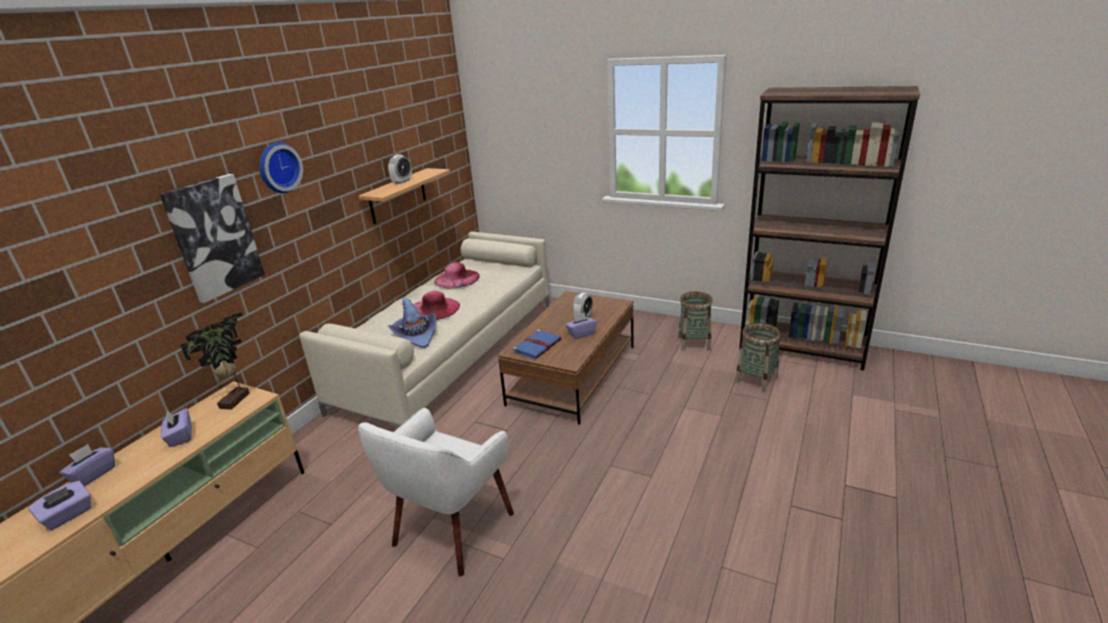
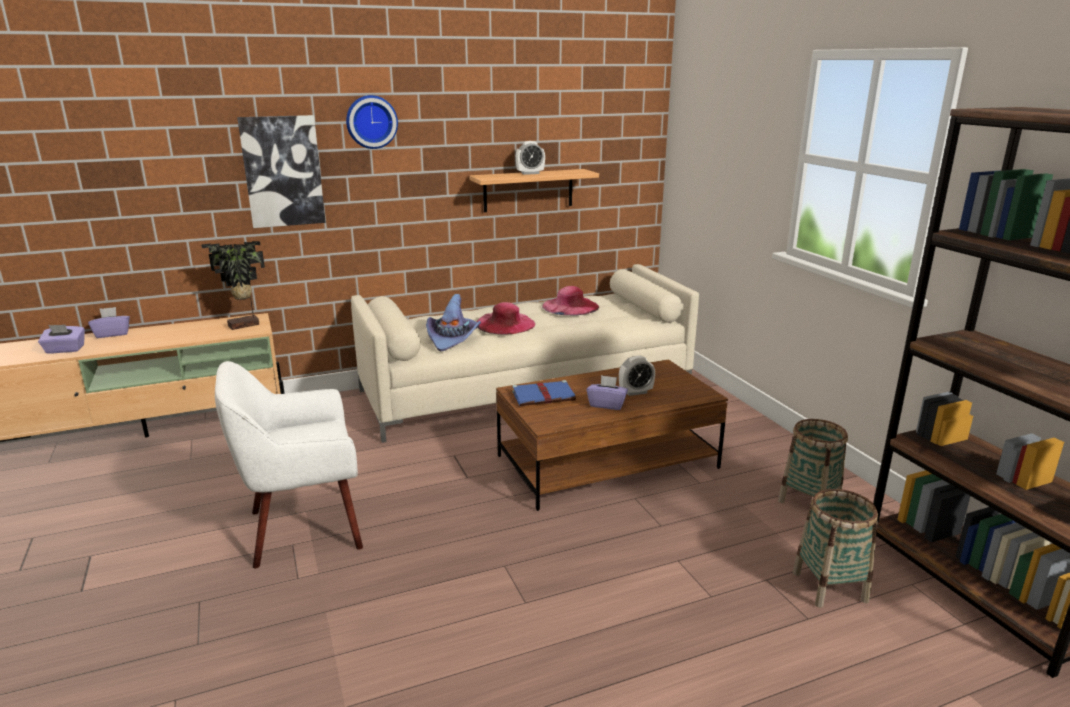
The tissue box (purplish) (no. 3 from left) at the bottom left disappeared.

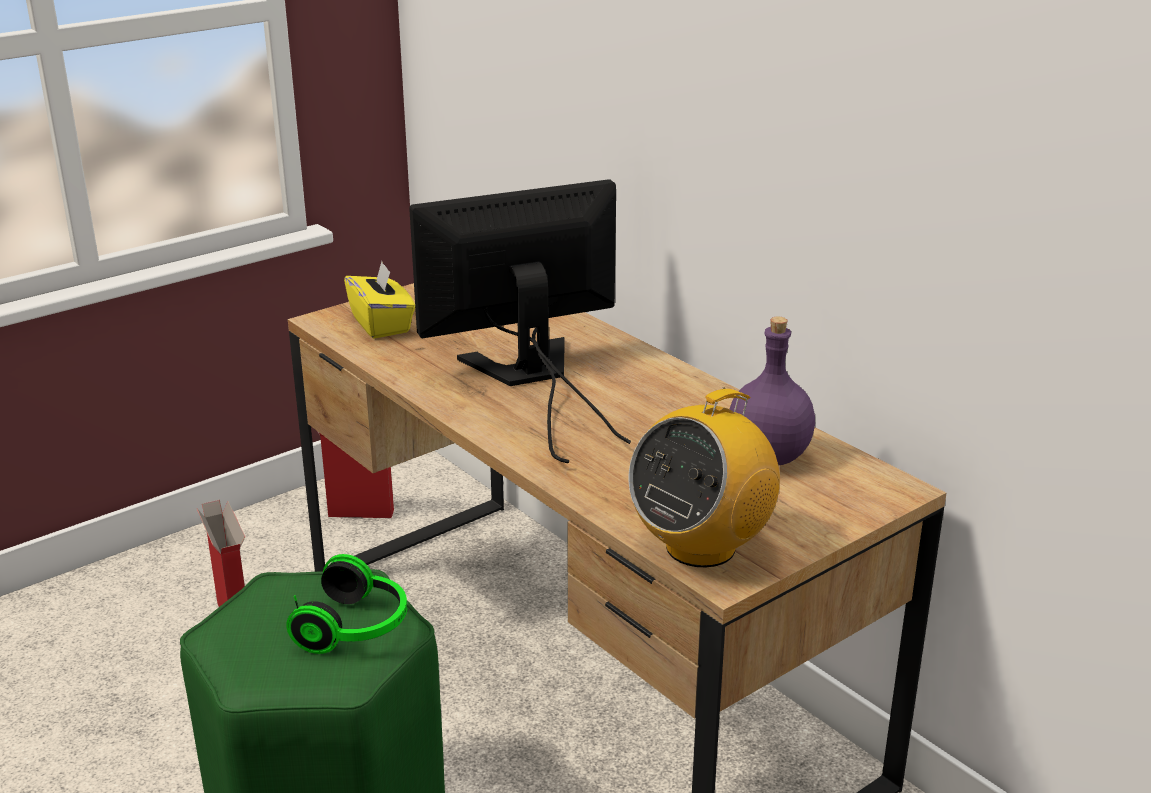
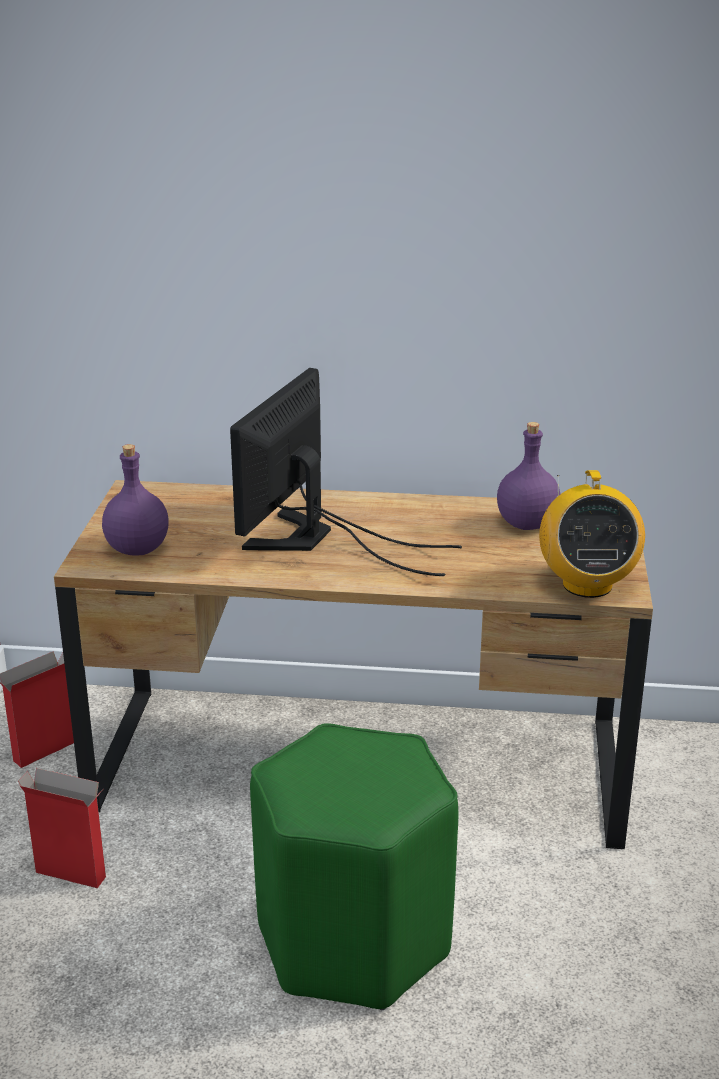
The headset at the bottom left disappeared. The tissue box (yellow-coloured) at the middle left was replaced by the bottle (purplish) (no. 1 from left) at the middle left.

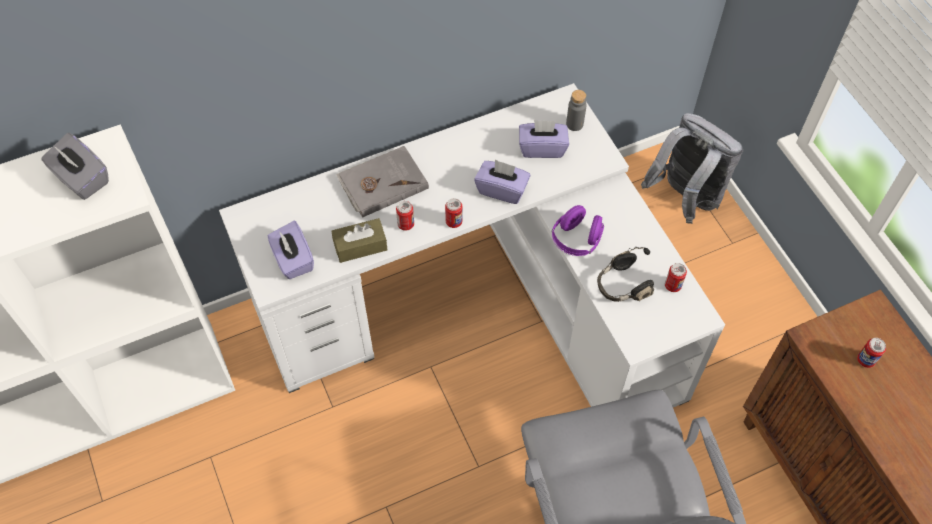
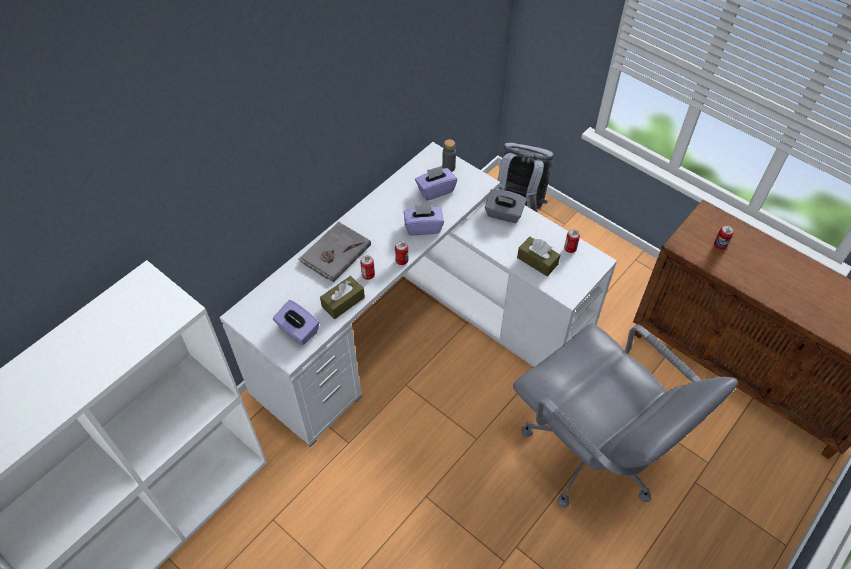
The tissue box (greyish) moved from the top left to the centre. The headset (purplish) at the centre disappeared. The headset (blackish) at the middle right was replaced by the tissue box (brownish) (no. 2 from left) at the centre.

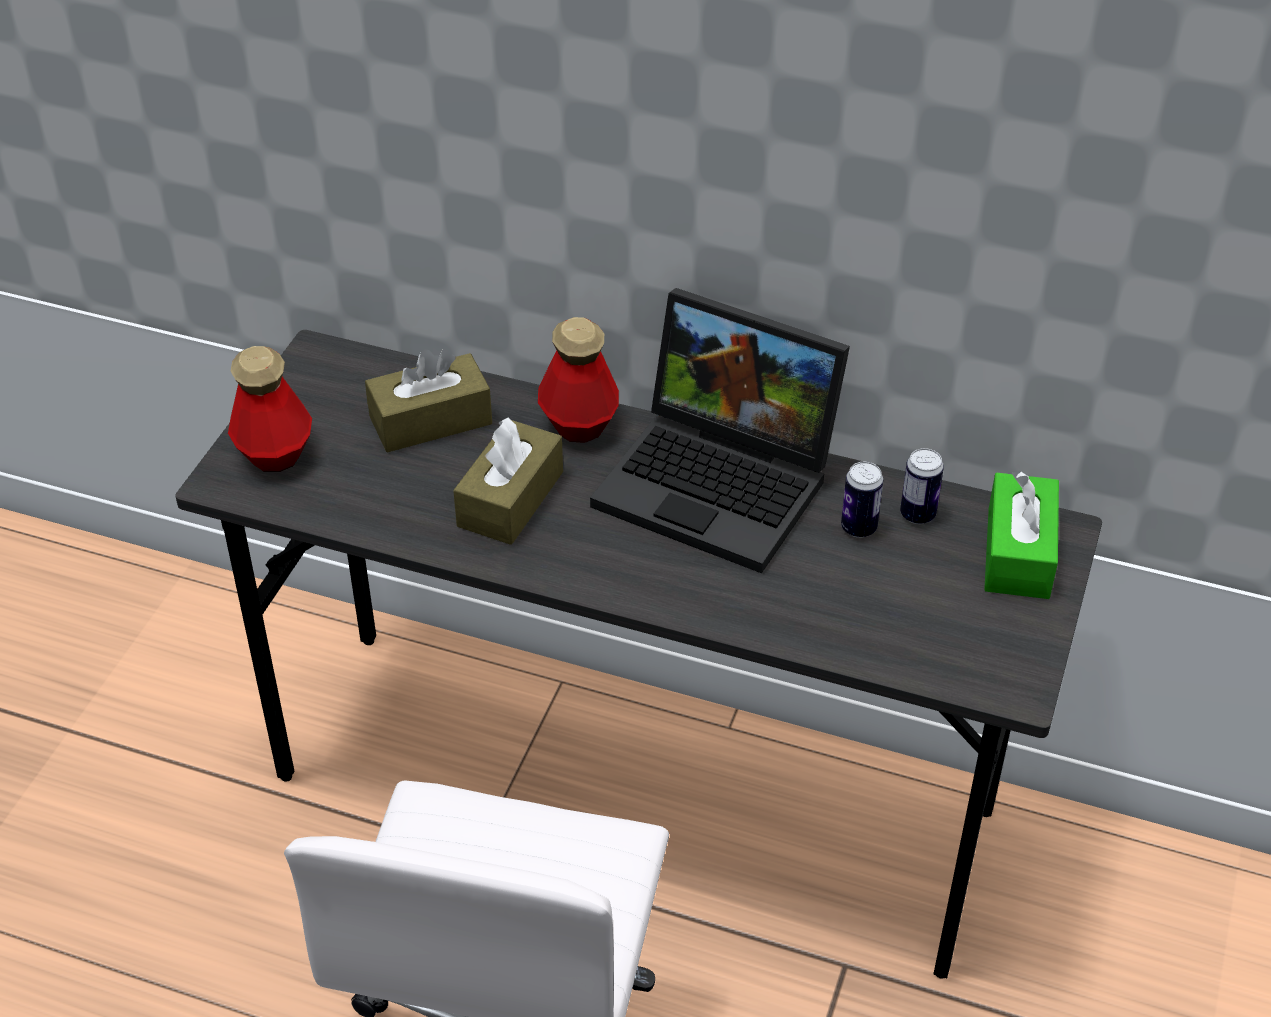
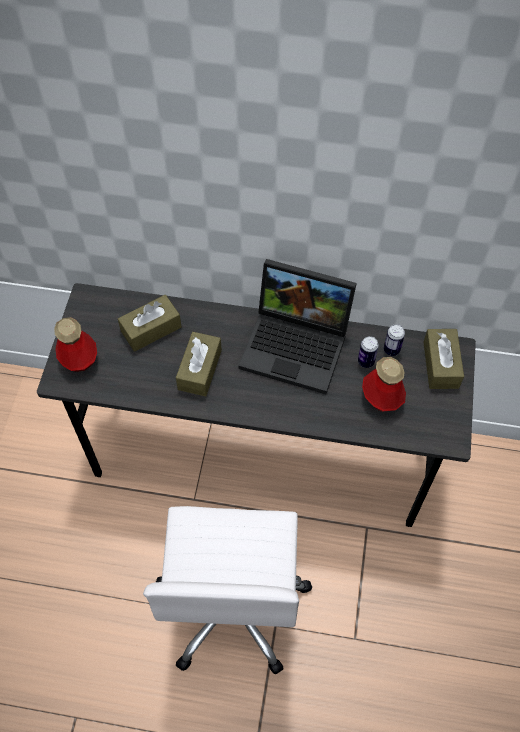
The bottle (no. 2 from left) moved from the centre to the middle right. The tissue box (green-coloured) at the middle right became the tissue box (brownish) (no. 3 from left) at the middle right.

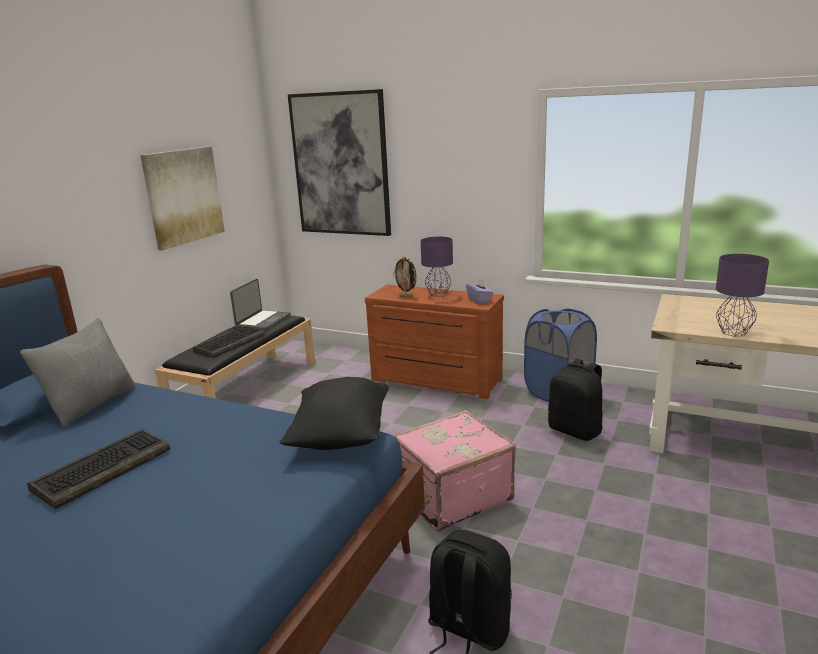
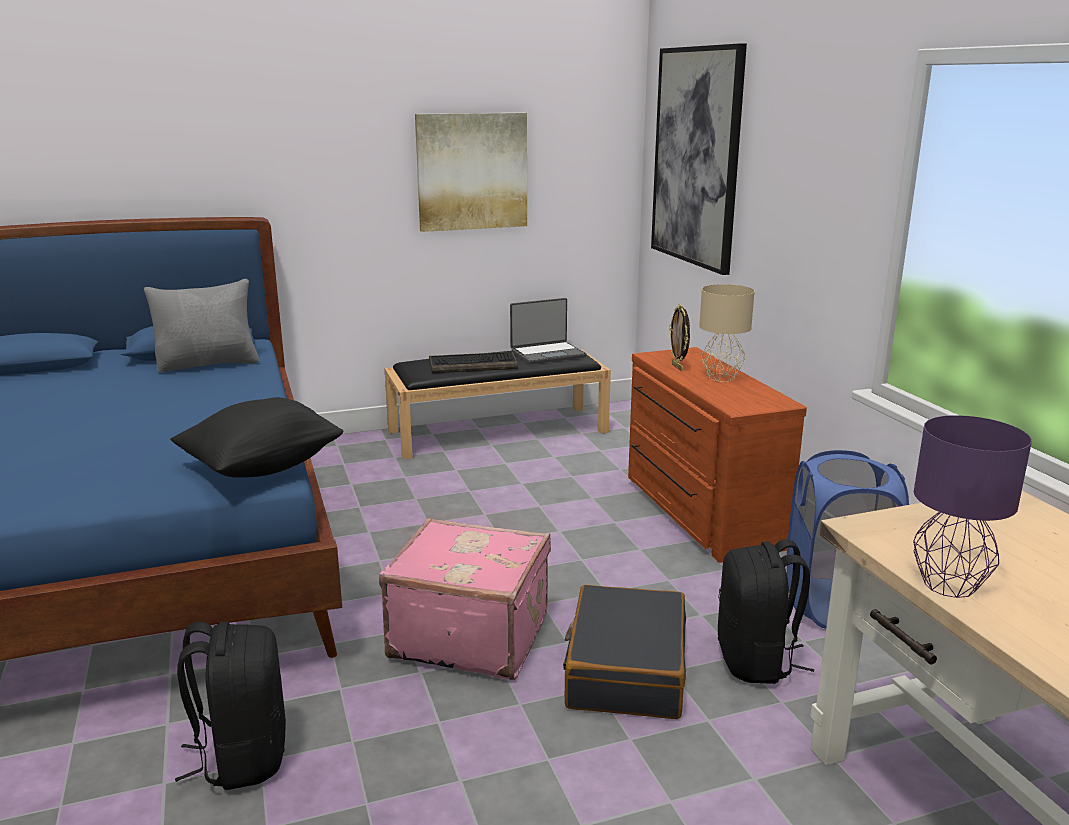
The PC keyboard (no. 1 from left) at the bottom left disappeared. The table lamp (purplish) (no. 1 from left) at the centre became the table lamp (beige-coloured) at the middle right. The tissue box (purplish) at the centre disappeared. The suitcase (blackish) at the bottom centre appeared.

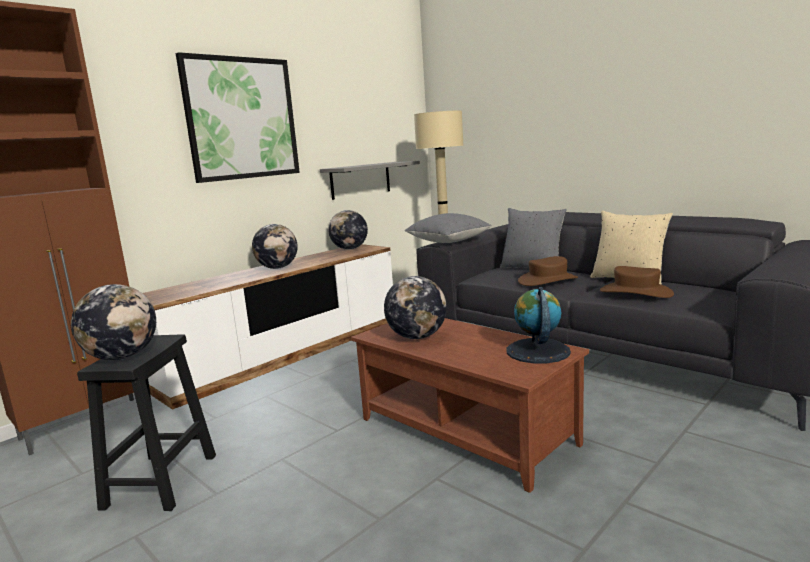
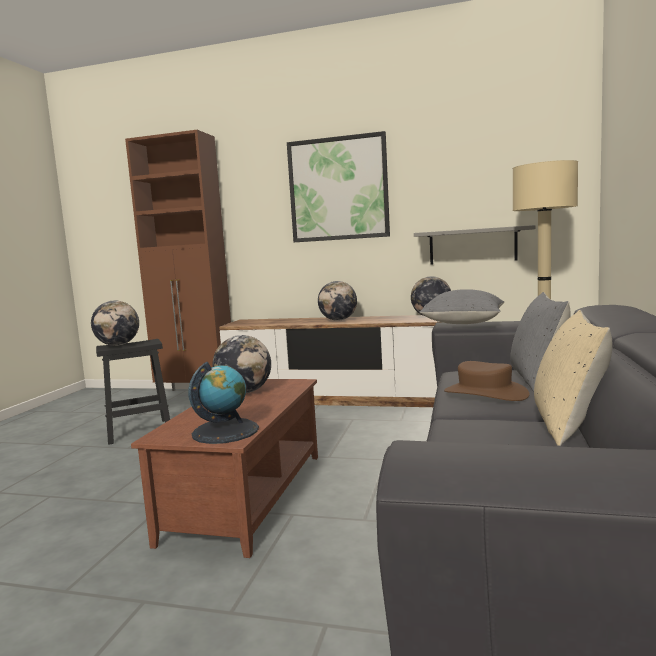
The clothing hat (brownish) (no. 2 from left) at the middle right disappeared.

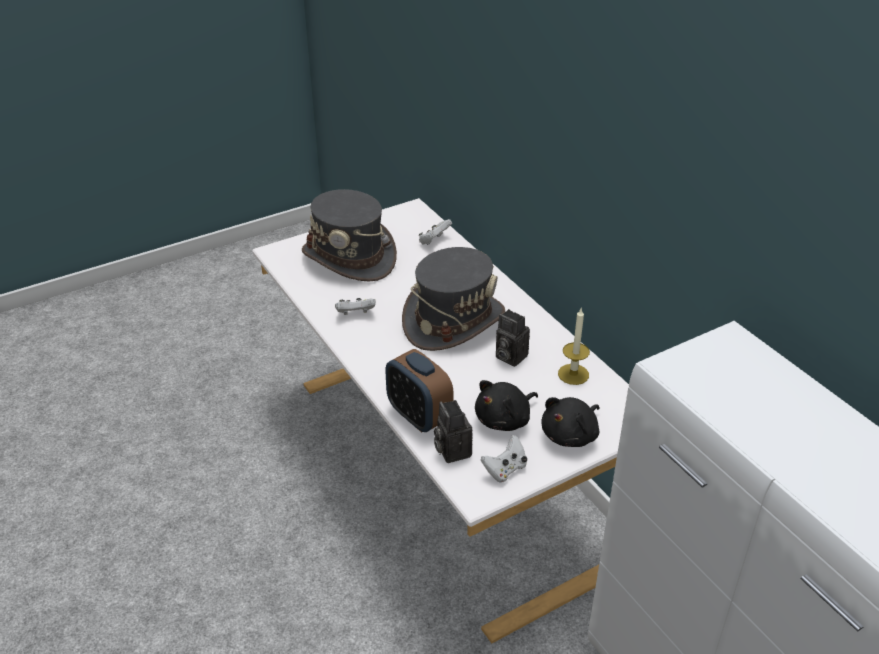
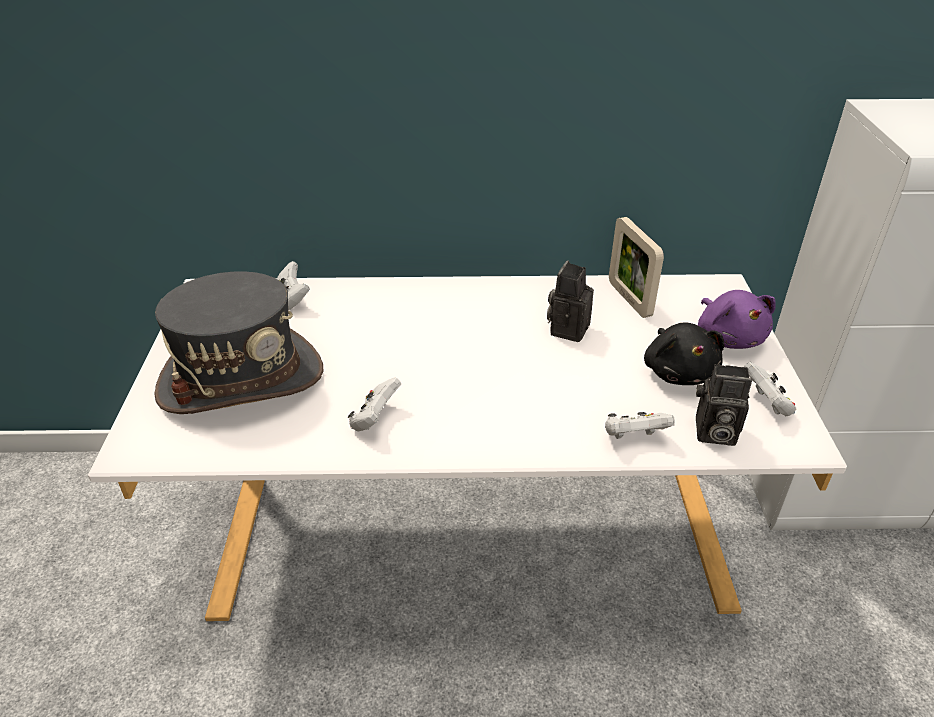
The bedside clock at the centre was replaced by the game controller (white-coloured) (no. 3 from left) at the middle right. The clothing hat (greyish) (no. 2 from left) at the centre disappeared. The photo camera (no. 2 from left in the first image) at the centre turned 135 degrees clockwise. The cuddly toy (blackish) (no. 2 from left) at the centre became the cuddly toy (purplish) at the middle right. The wax light at the centre was replaced by the standing frame at the middle right.

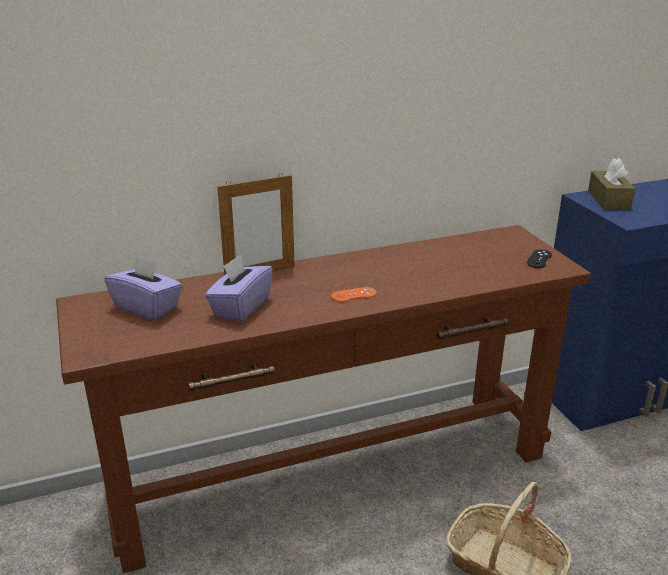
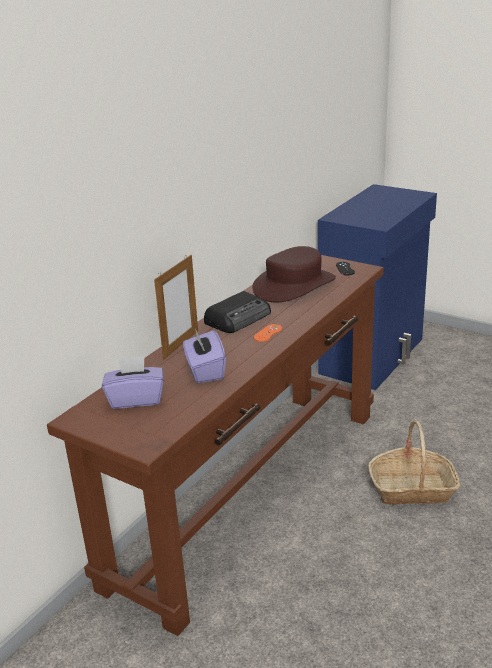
The tissue box (brownish) at the top right disappeared. The radio at the centre appeared. The clothing hat (brownish) at the centre appeared.

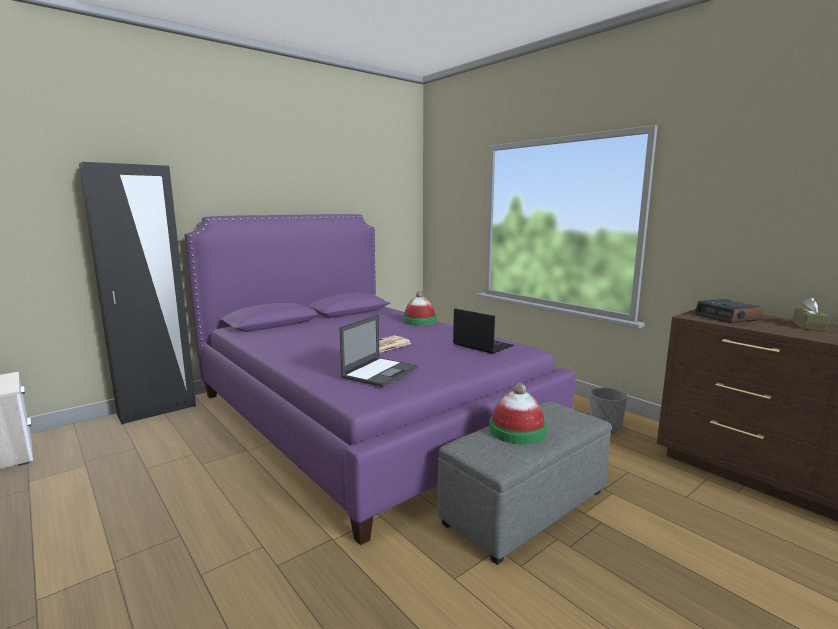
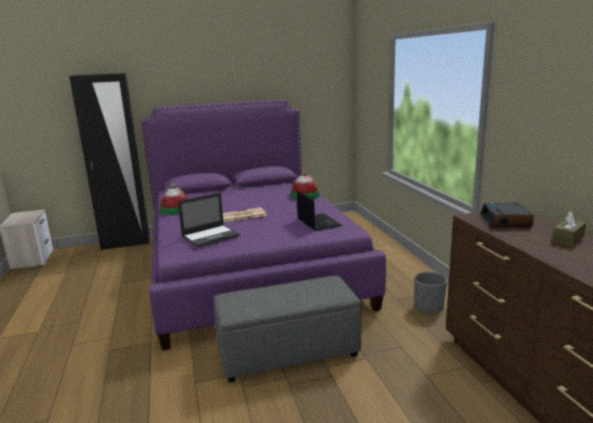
The clothing hat (no. 2 from left in the first image) moved from the centre to the middle left.

